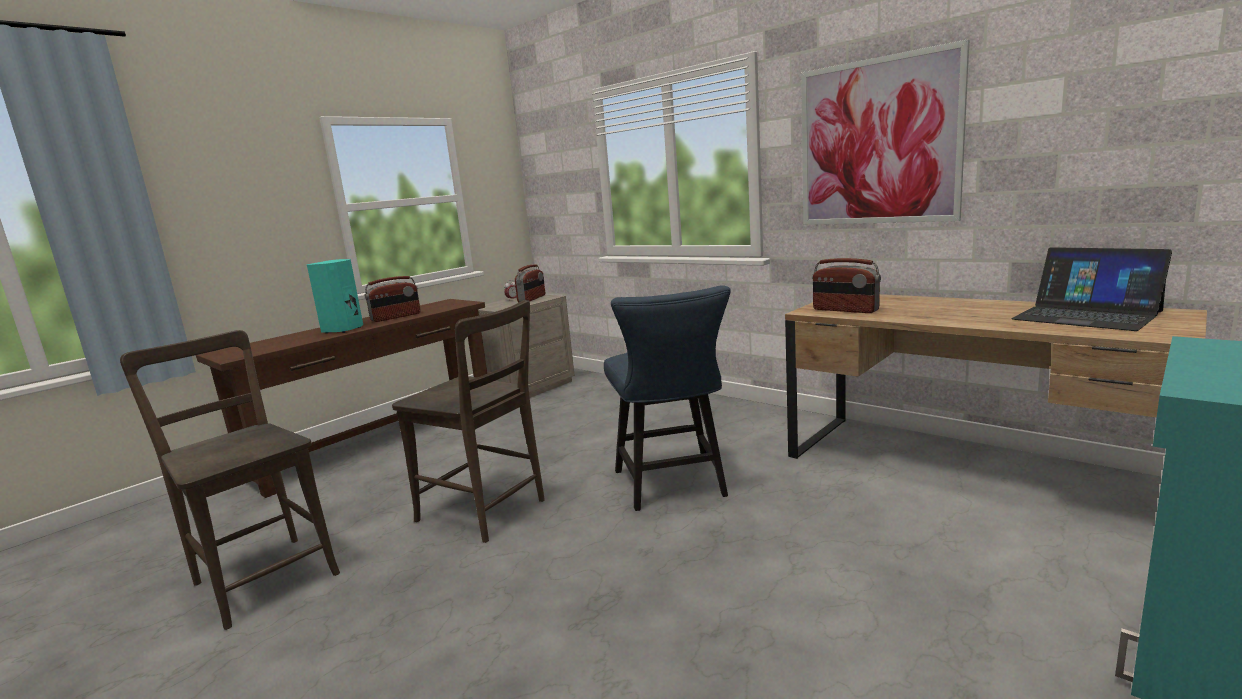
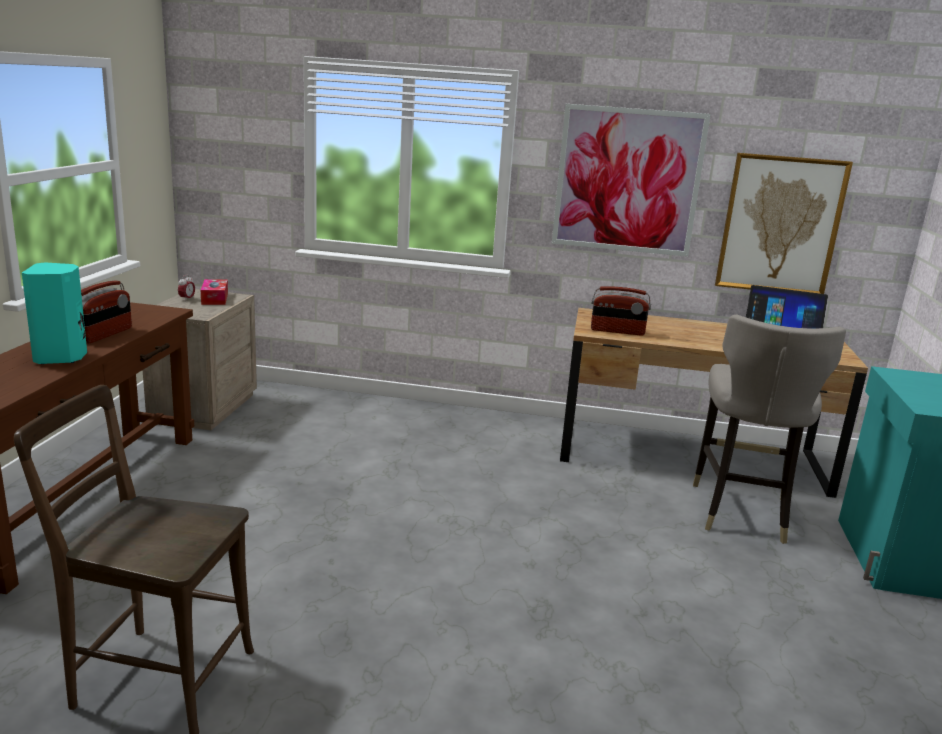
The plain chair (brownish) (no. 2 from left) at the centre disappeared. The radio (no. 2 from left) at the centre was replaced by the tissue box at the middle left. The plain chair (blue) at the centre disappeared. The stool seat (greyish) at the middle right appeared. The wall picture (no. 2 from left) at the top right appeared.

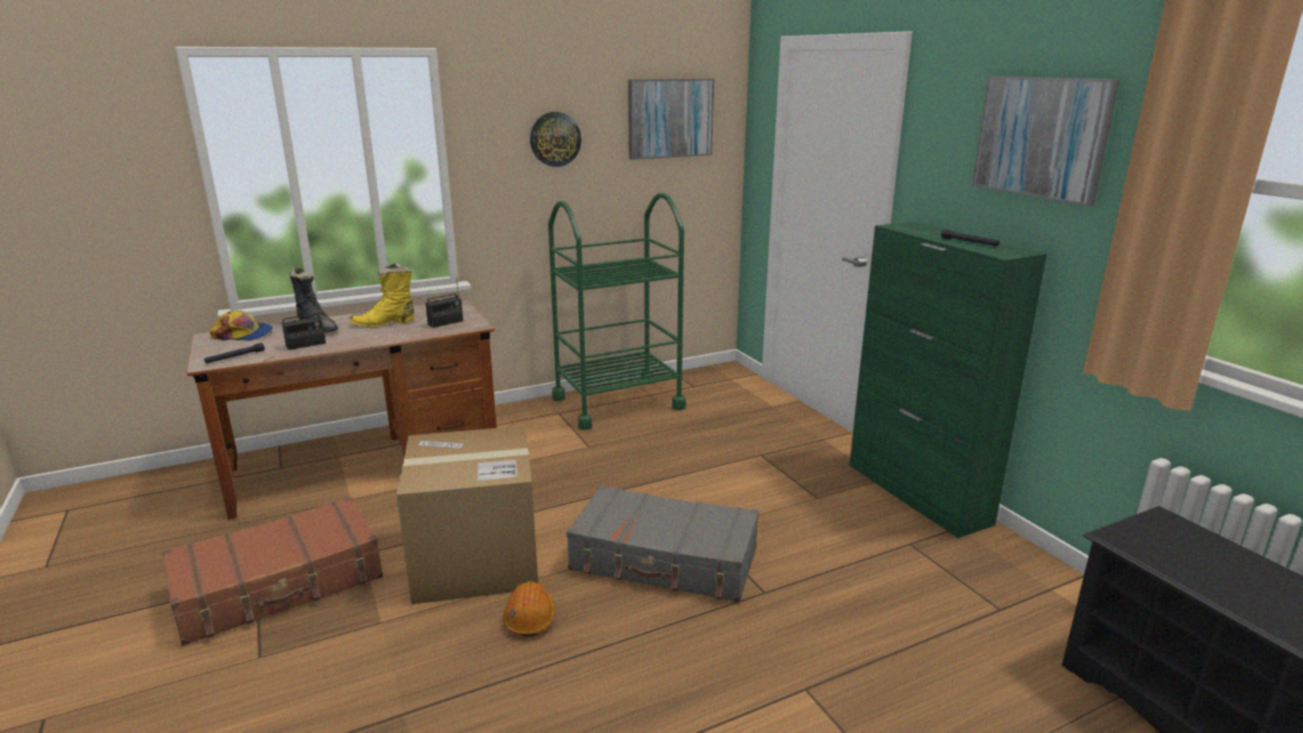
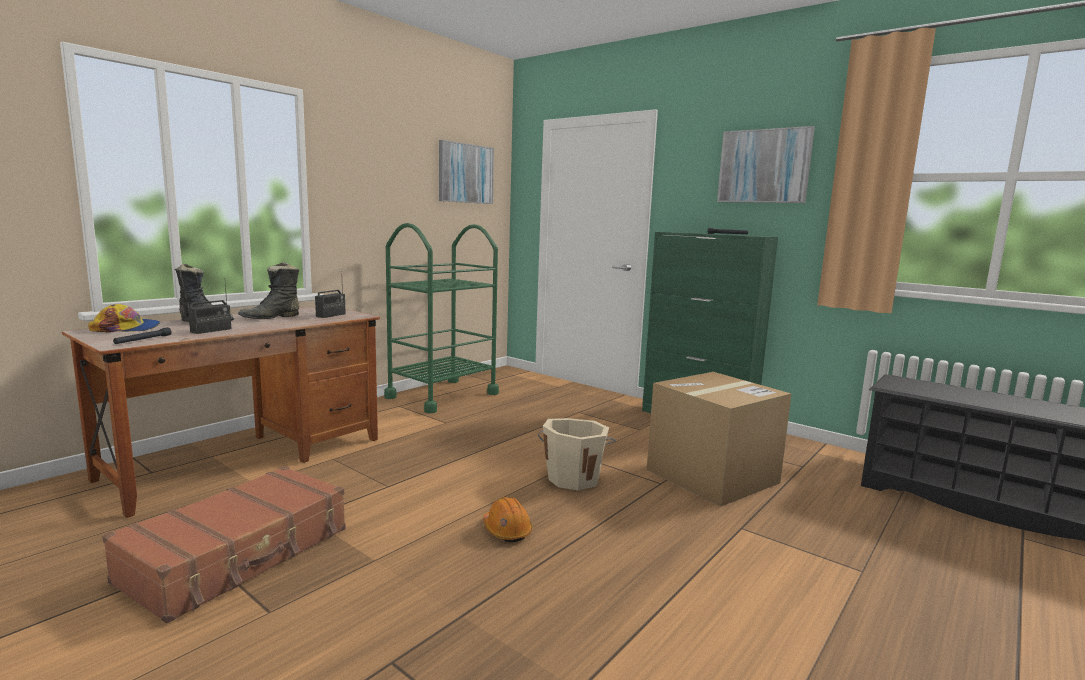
The boot (yellow-coloured) at the middle left became the boot (blackish) (no. 2 from left) at the middle left. The packing box moved from the bottom centre to the centre. The clock on the wall at the top centre disappeared. The suitcase (greyish) at the bottom centre was replaced by the pail (beige-coloured) at the bottom centre.

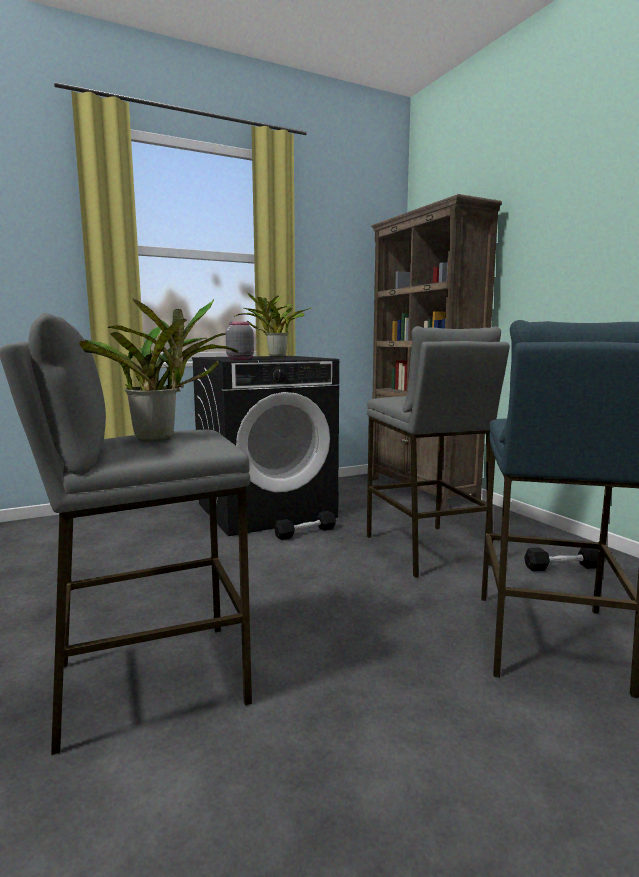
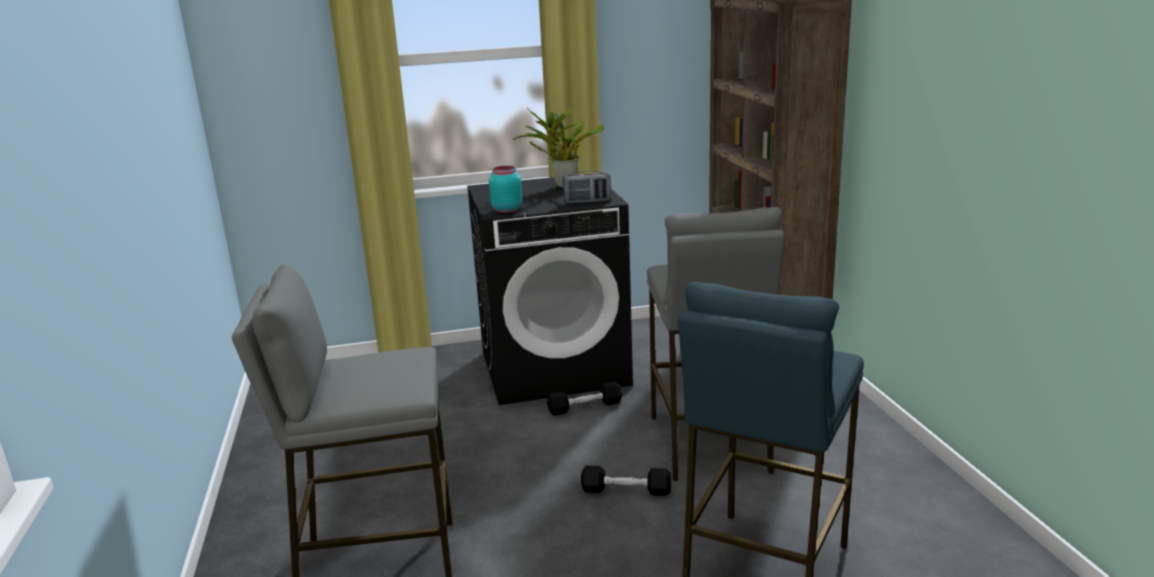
The plant in a pot (no. 1 from left) at the middle left disappeared. The preserve jar (greyish) at the centre became the preserve jar (turquoise) at the top centre. The hand weight (blackish) (no. 2 from left) moved from the middle right to the bottom centre. The radio at the top centre appeared.

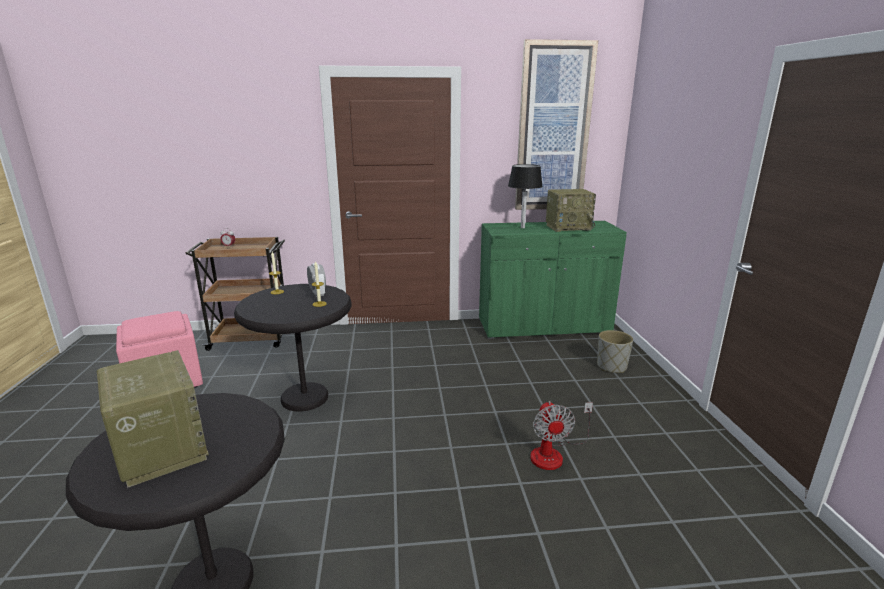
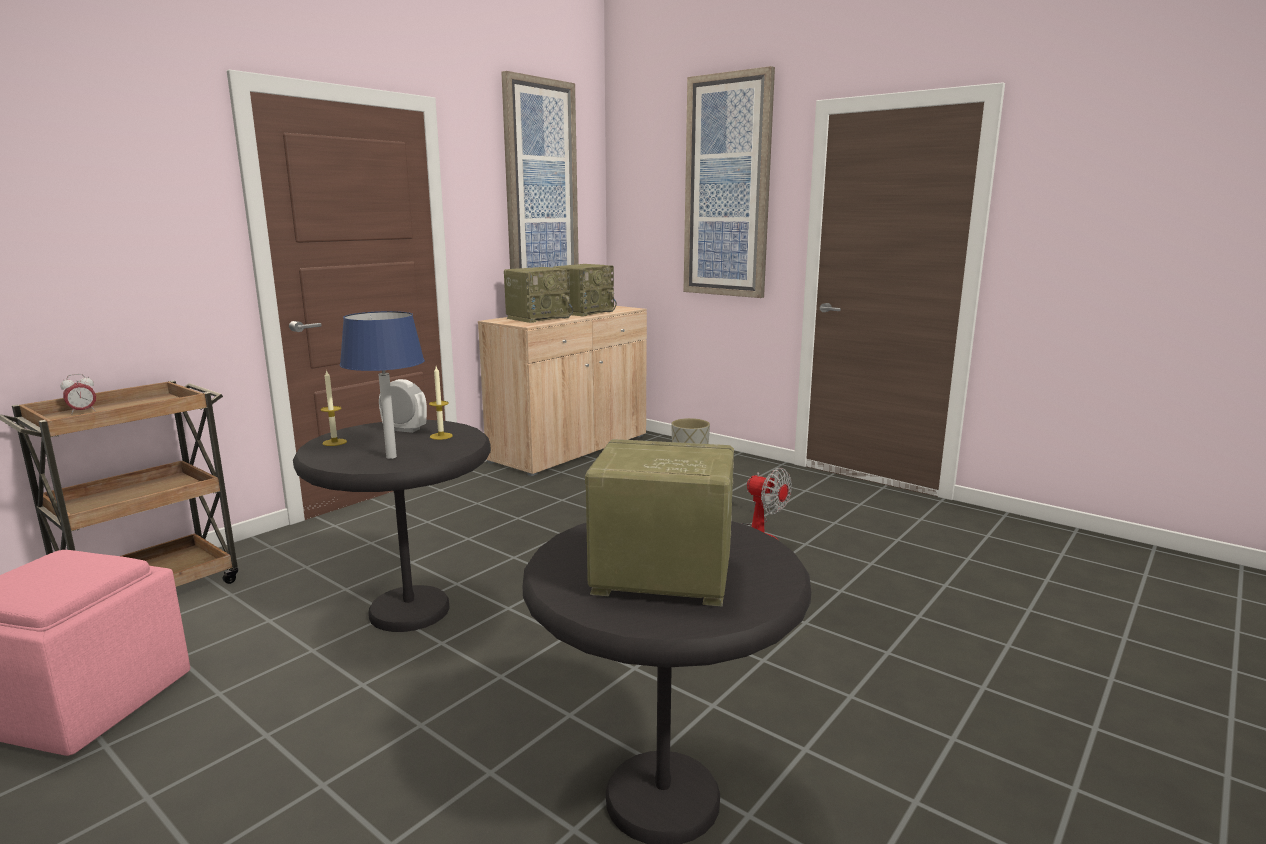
The storage cabinet (green-coloured) at the centre became the storage cabinet (beige-coloured) at the centre. The table lamp (blackish) at the top centre was replaced by the radio (no. 1 from left) at the centre. The table lamp (blue) at the middle left appeared. The wall picture (no. 2 from left) at the top centre appeared.

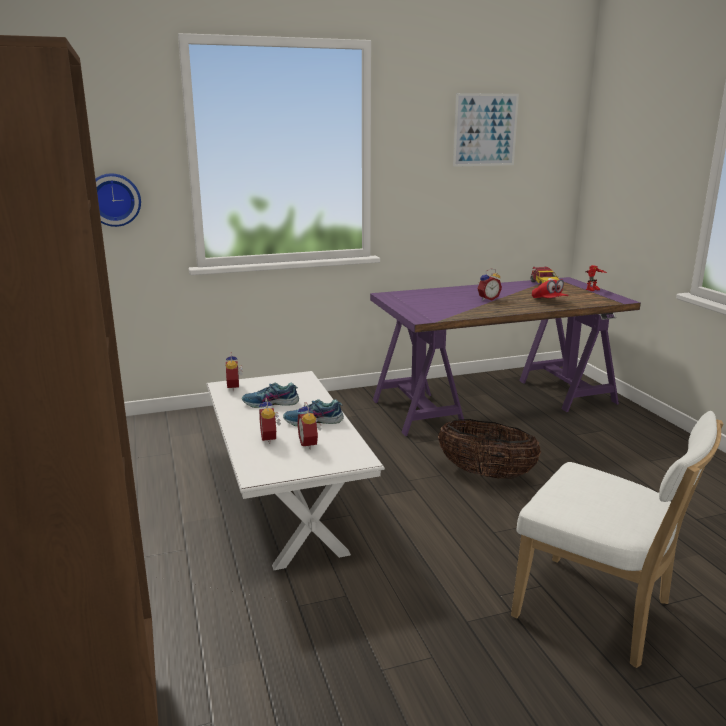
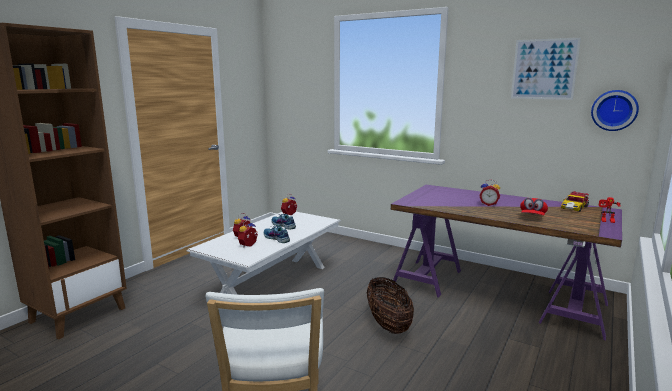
The clock on the wall moved from the top left to the top right.

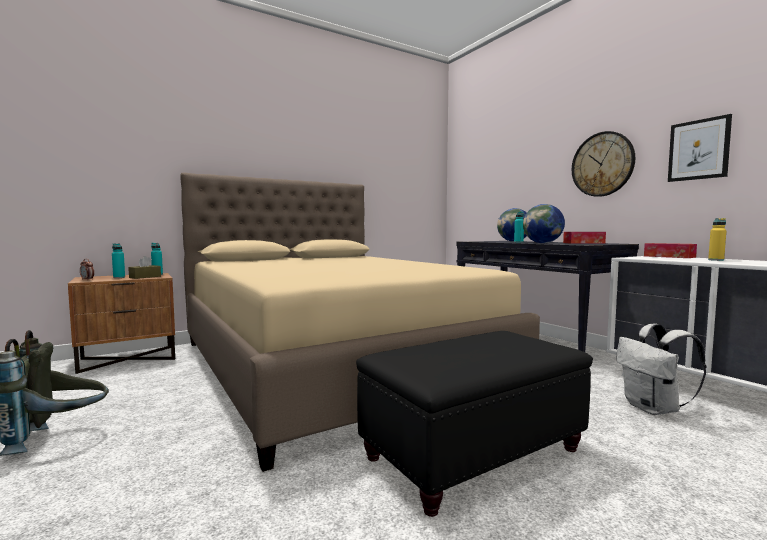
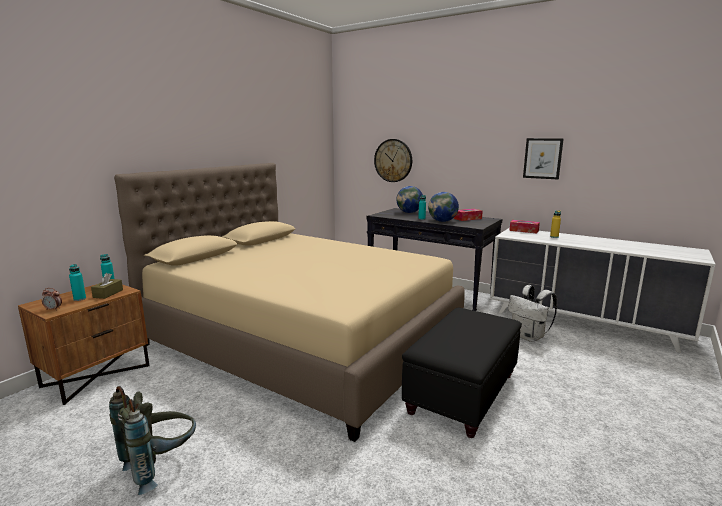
The clock on the wall moved from the top right to the top centre.

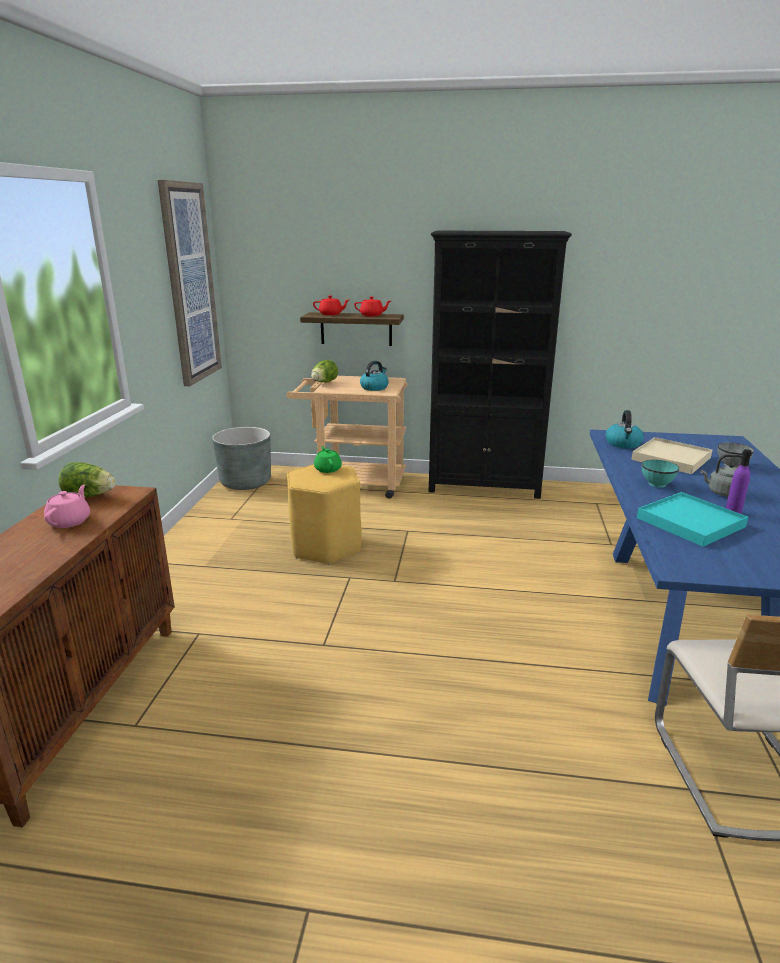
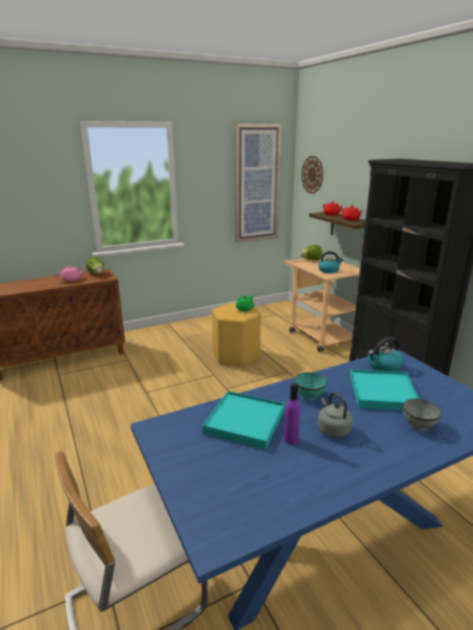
The planter (greyish) at the middle left disappeared. The tray (beige-coloured) at the middle right became the tray (turquoise) (no. 2 from left) at the middle right. The clock on the wall at the top centre appeared.

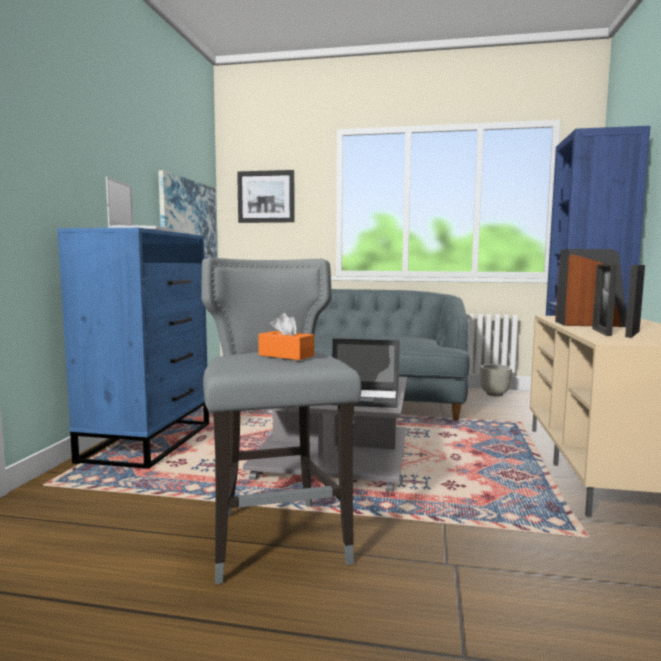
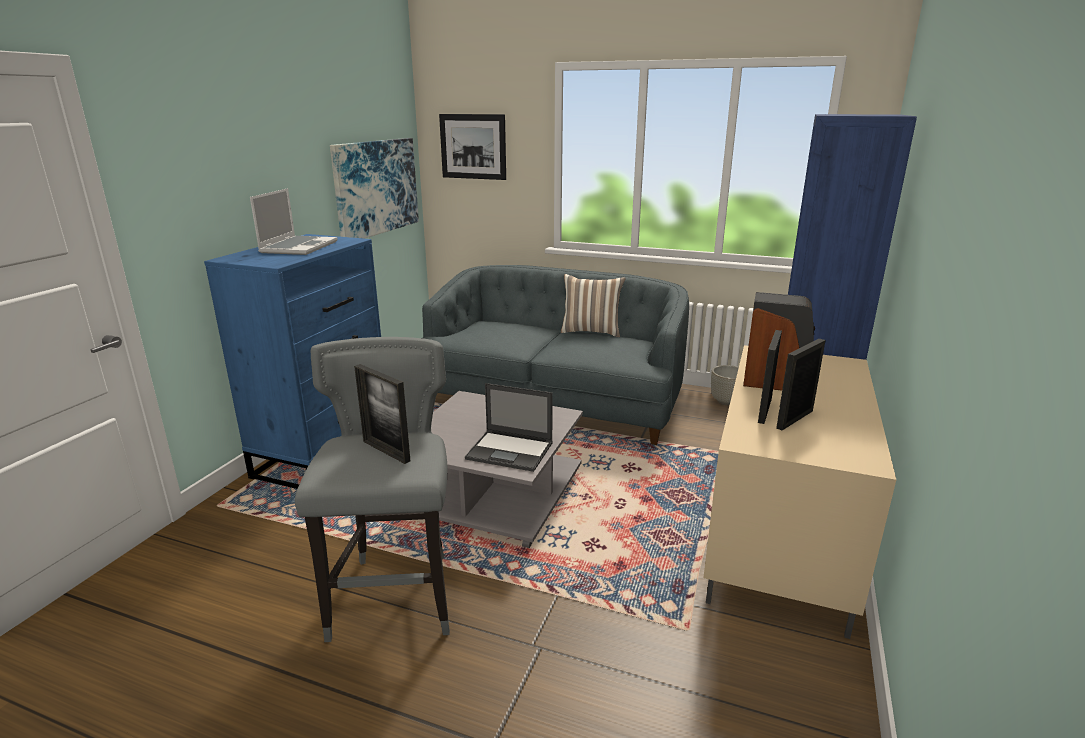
The tissue box (orange) at the centre was replaced by the standing frame (no. 1 from left) at the centre. The cushion at the centre appeared.

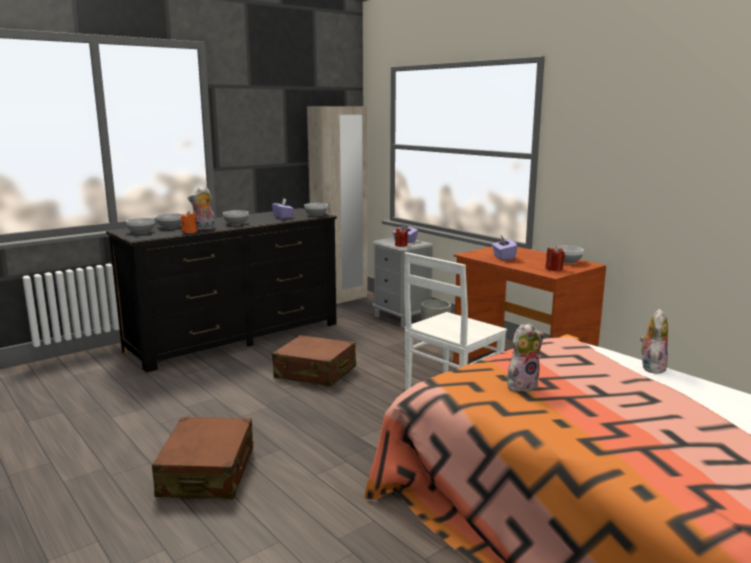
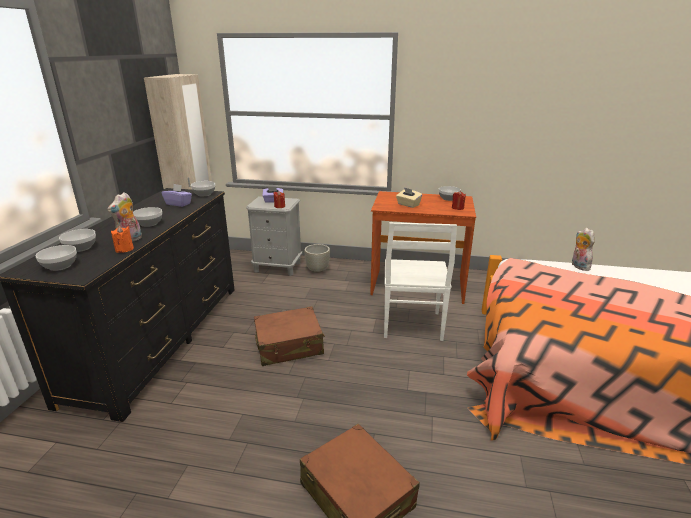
The tissue box (purplish) (no. 3 from left) at the middle right became the tissue box (beige-coloured) at the centre. The cuddly toy (no. 2 from left) at the middle right disappeared.

